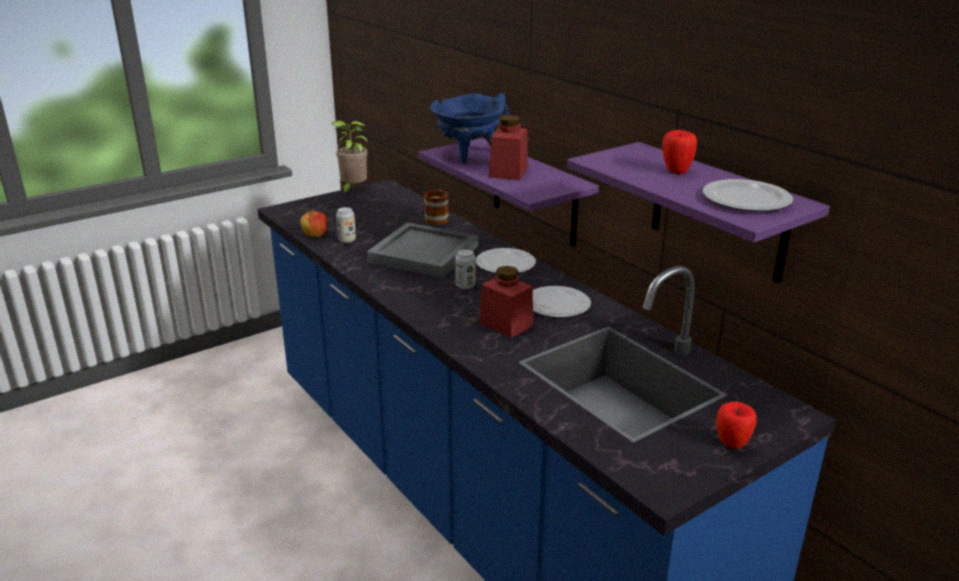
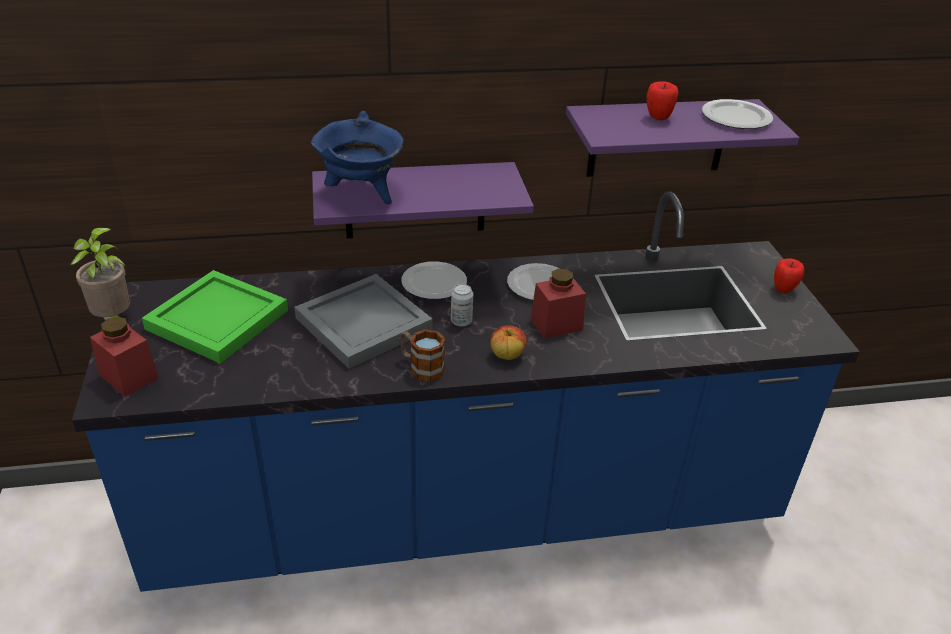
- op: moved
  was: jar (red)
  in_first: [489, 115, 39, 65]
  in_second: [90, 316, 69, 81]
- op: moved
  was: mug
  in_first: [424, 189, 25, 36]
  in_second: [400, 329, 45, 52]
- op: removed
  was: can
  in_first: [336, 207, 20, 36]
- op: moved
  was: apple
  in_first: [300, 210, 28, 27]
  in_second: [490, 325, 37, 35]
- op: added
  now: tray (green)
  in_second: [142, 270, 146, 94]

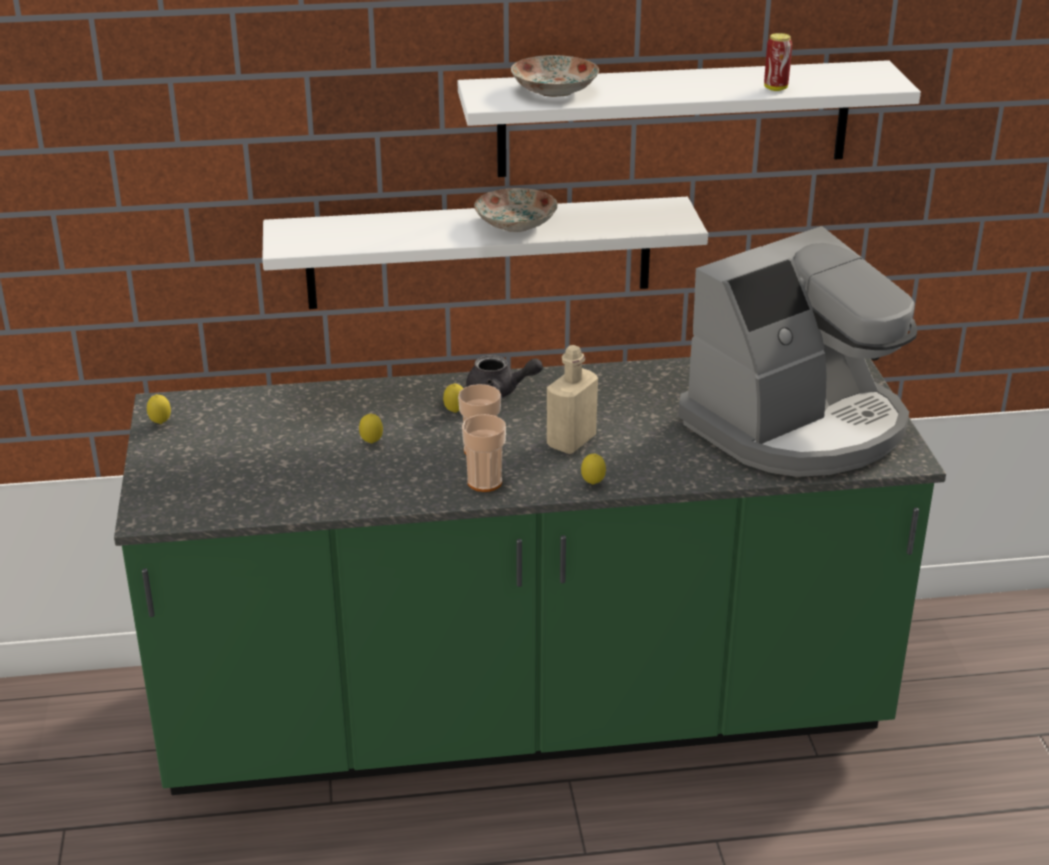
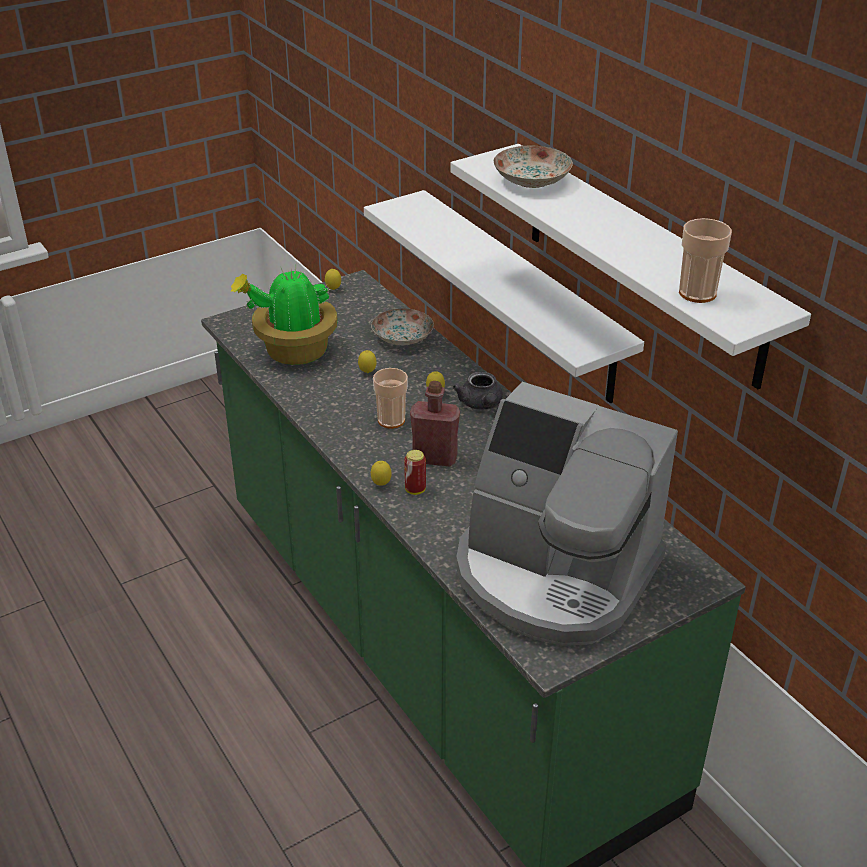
- op: moved
  was: can
  in_first: [764, 33, 28, 58]
  in_second: [404, 450, 22, 45]
- op: moved
  was: plate
  in_first: [474, 188, 84, 44]
  in_second: [371, 309, 63, 36]
- op: recoloured
  was: bottle (beige)
  now: bottle (red)
  in_first: [547, 345, 51, 109]
  in_second: [410, 381, 50, 85]
- op: moved
  was: cup
  in_first: [462, 414, 44, 78]
  in_second: [679, 218, 53, 85]
- op: added
  now: potted plant
  in_second: [231, 266, 107, 99]

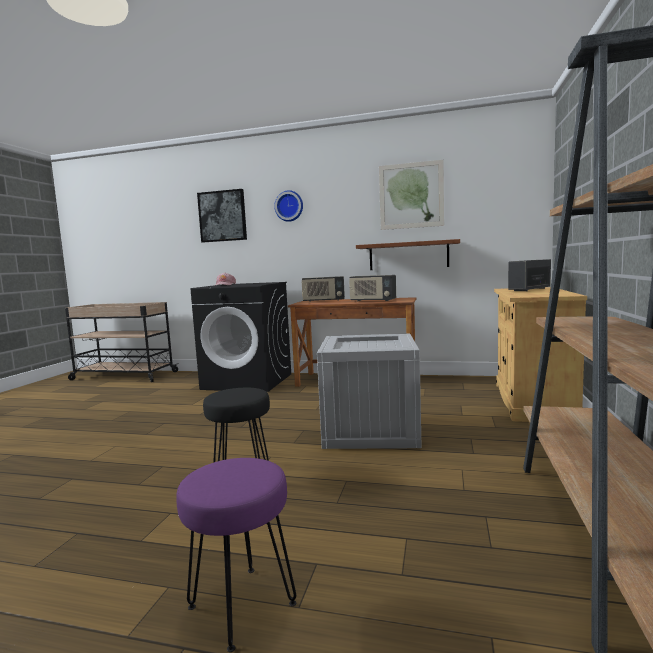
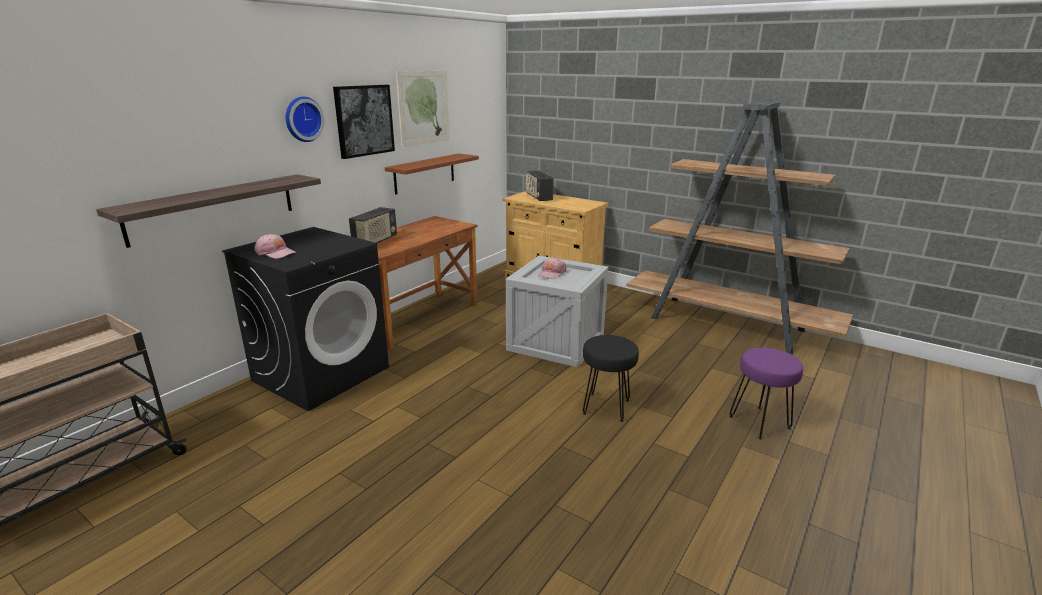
- op: moved
  was: picture
  in_first: [197, 189, 50, 53]
  in_second: [333, 85, 62, 74]
- op: removed
  was: radio
  in_first: [349, 275, 47, 27]
- op: added
  now: shelf
  in_second: [96, 174, 225, 74]
- op: added
  now: cap (pink)
  in_second: [538, 257, 29, 22]

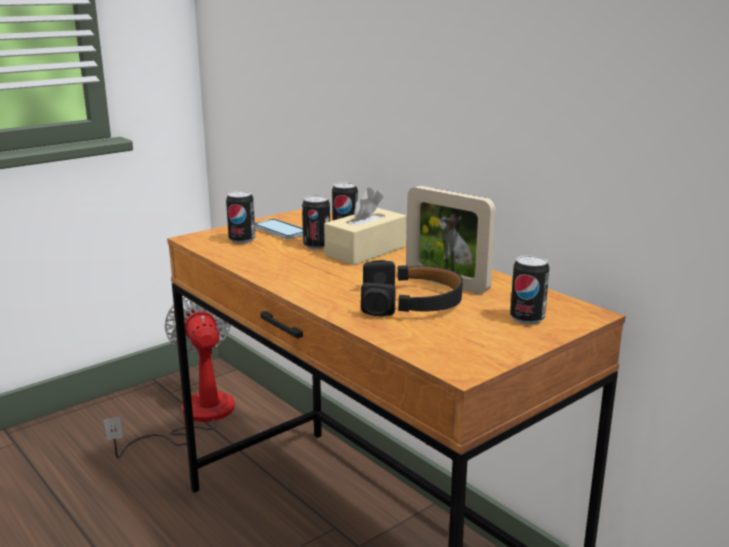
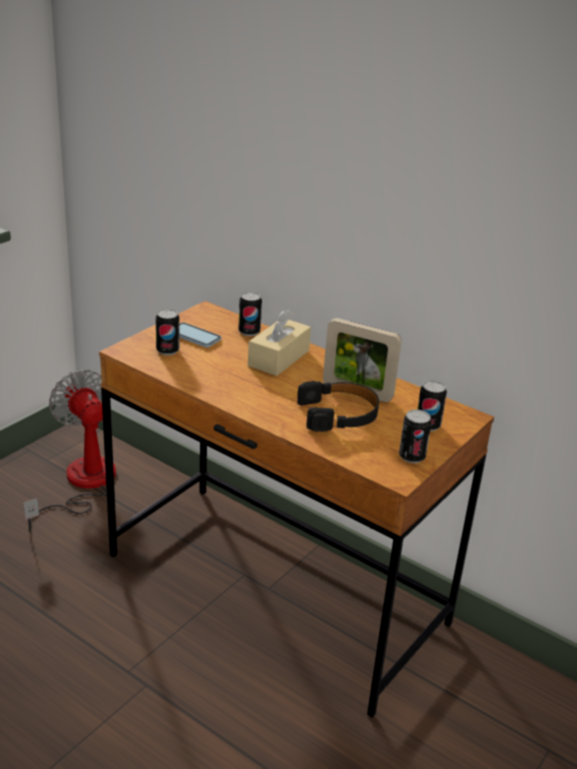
- op: moved
  was: can
  in_first: [302, 195, 28, 55]
  in_second: [399, 409, 33, 54]

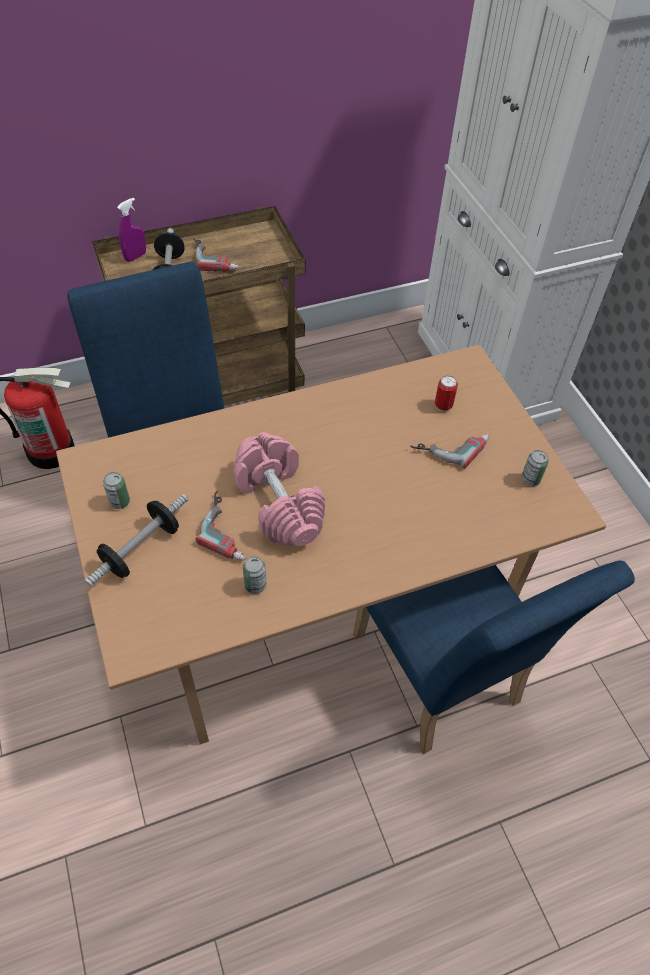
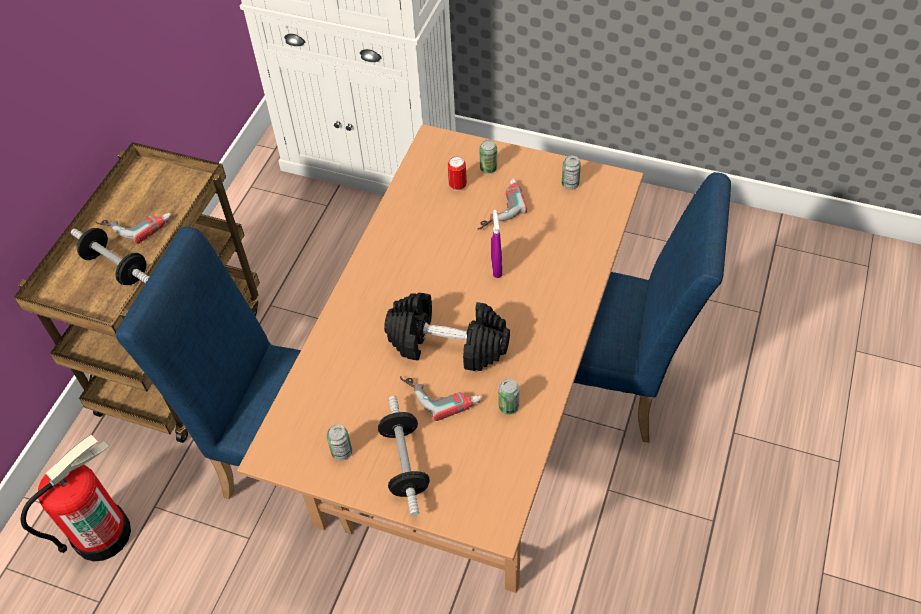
- op: moved
  was: spray bottle (purple)
  in_first: [117, 198, 29, 64]
  in_second: [491, 210, 11, 68]
- op: recoloured
  was: dumbbell (pink)
  now: dumbbell (black)
  in_first: [233, 432, 92, 115]
  in_second: [384, 292, 126, 79]
- op: added
  now: can
  in_second: [479, 140, 18, 34]

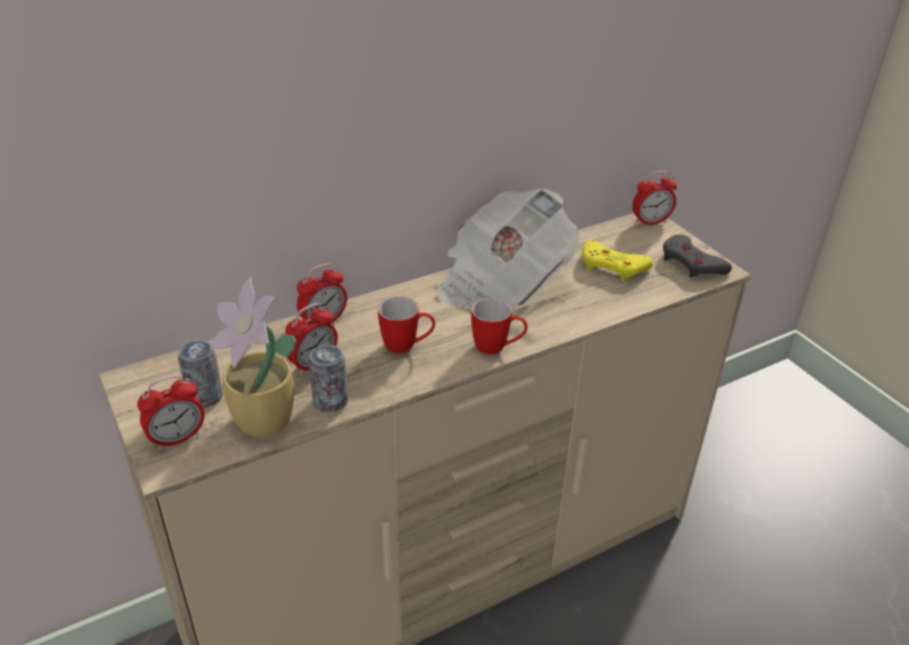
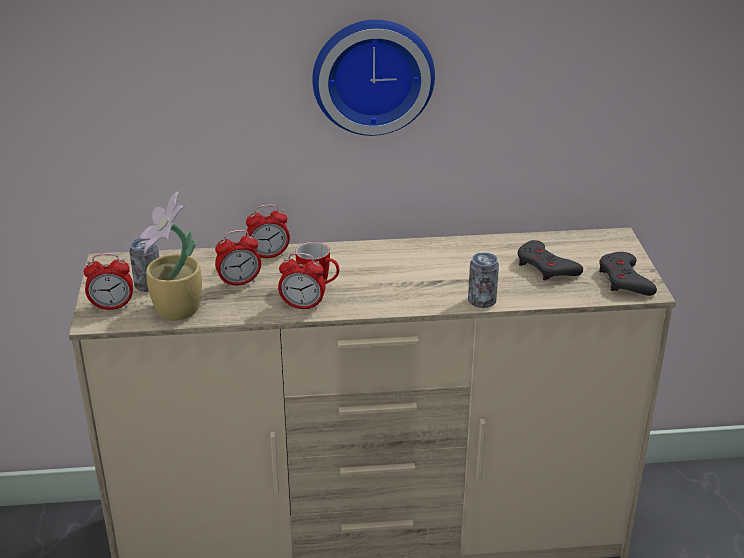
- op: moved
  was: alarm clock
  in_first: [632, 171, 45, 55]
  in_second: [278, 253, 48, 57]
- op: removed
  was: newspaper
  in_first: [436, 189, 143, 125]
- op: recoloured
  was: game controller (yellow)
  now: game controller (grey)
  in_first: [582, 241, 71, 41]
  in_second: [518, 240, 65, 40]
- op: removed
  was: mug
  in_first: [471, 298, 56, 57]
- op: moved
  was: can
  in_first: [309, 344, 39, 68]
  in_second: [468, 252, 31, 56]
- op: added
  now: wall clock
  in_second: [312, 20, 123, 116]

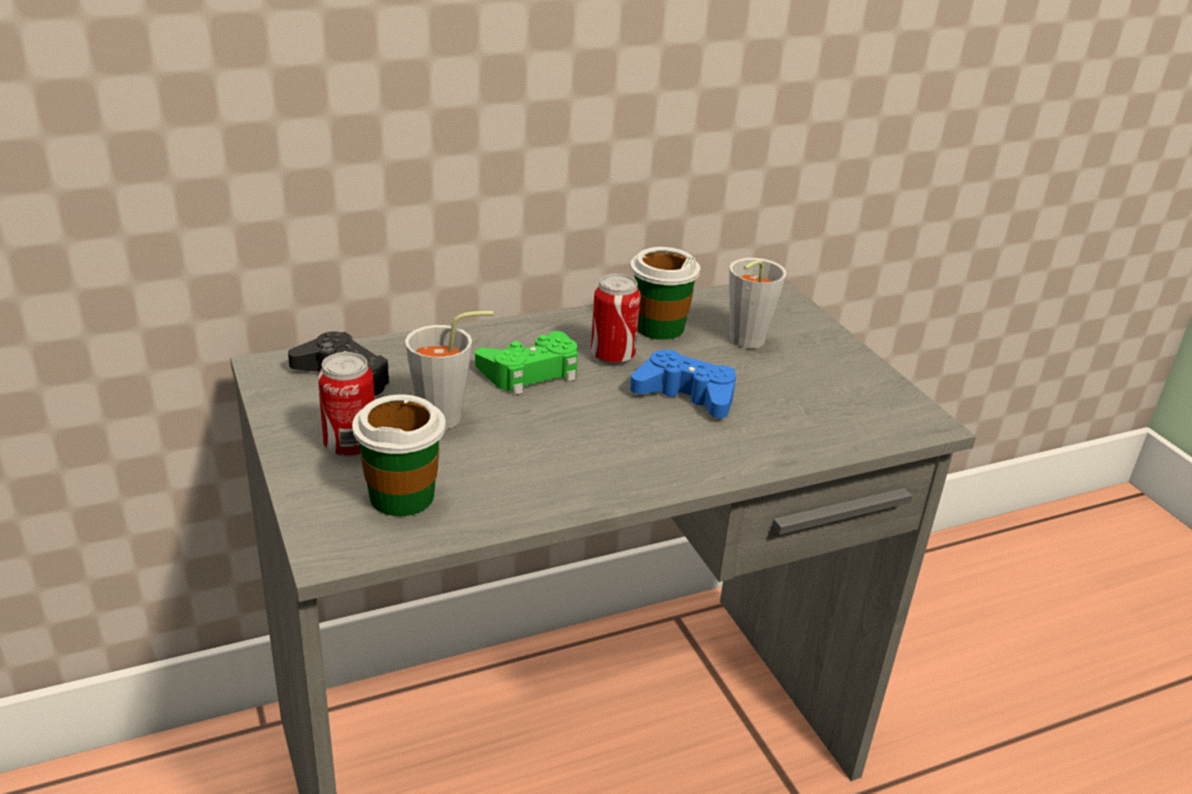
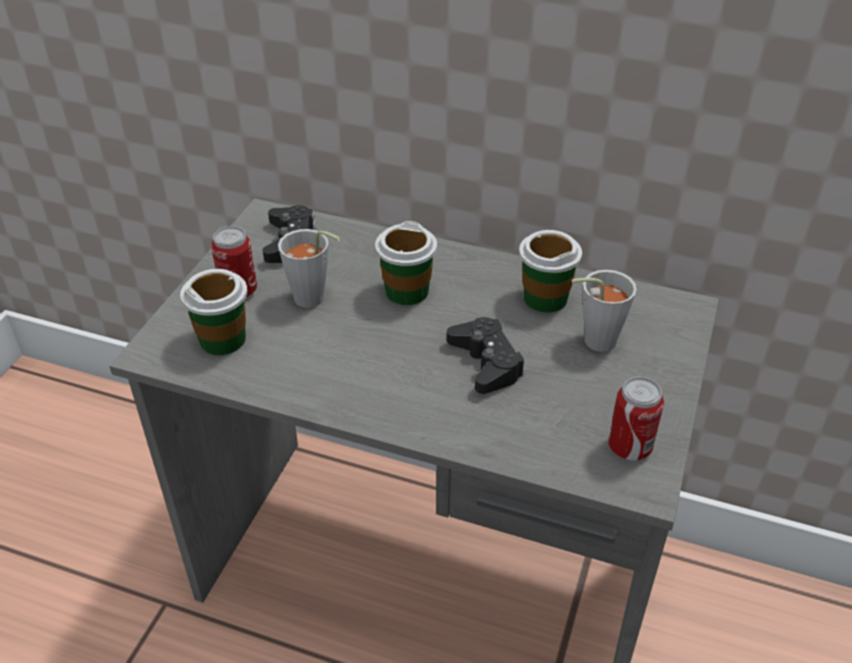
- op: moved
  was: can
  in_first: [591, 273, 50, 92]
  in_second: [608, 377, 56, 83]
- op: replaced
  was: game controller (green)
  now: cup
  in_first: [475, 331, 103, 64]
  in_second: [375, 221, 62, 84]
- op: recoloured
  was: game controller (blue)
  now: game controller (black)
  in_first: [630, 349, 106, 69]
  in_second: [447, 317, 77, 77]

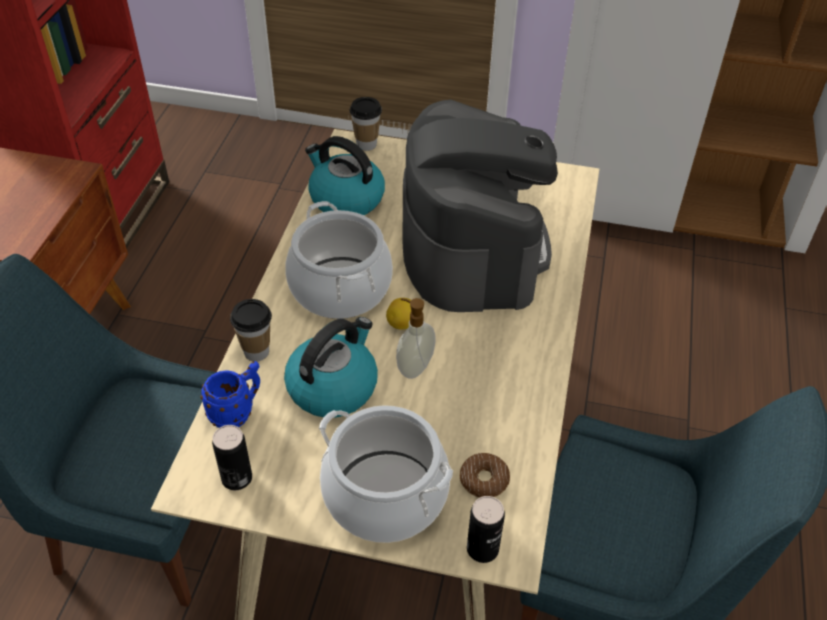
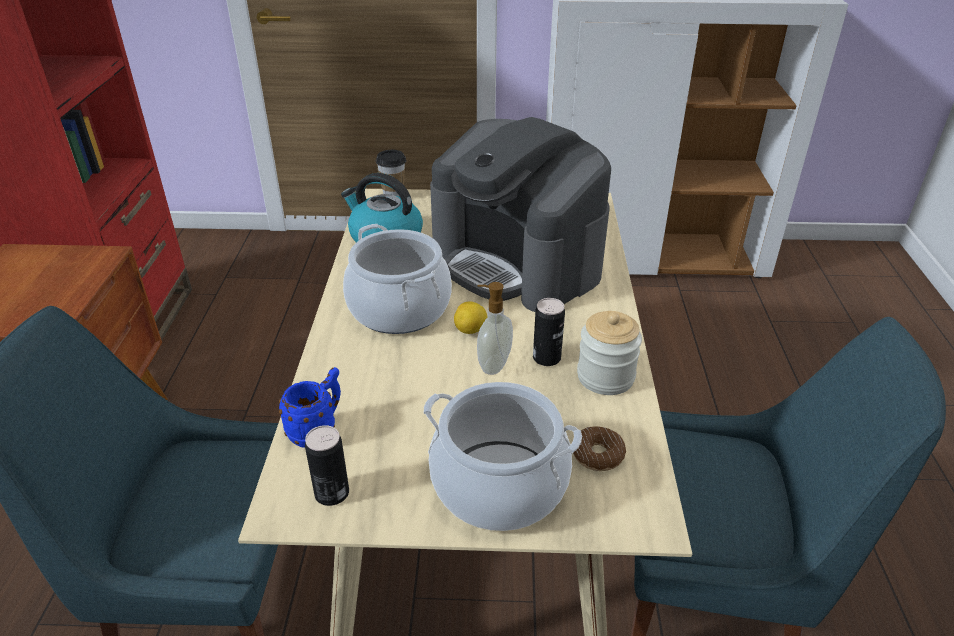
- op: turned
  was: coffee machine
  in_first: [403, 100, 155, 212]
  in_second: [430, 117, 181, 195]
  clockwise: 150
- op: removed
  was: cup
  in_first: [230, 299, 42, 62]
- op: removed
  was: kettle
  in_first: [284, 317, 94, 101]
- op: moved
  was: can
  in_first: [467, 496, 38, 67]
  in_second: [533, 298, 32, 68]
- op: added
  now: jar
  in_second: [577, 311, 65, 84]

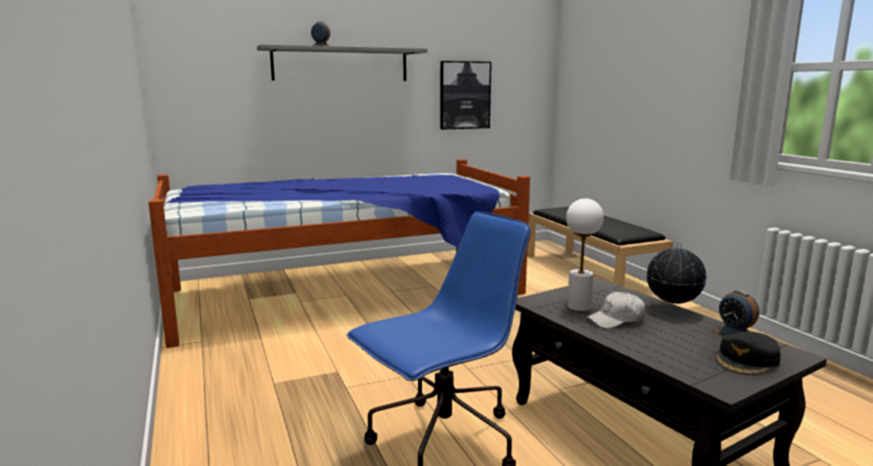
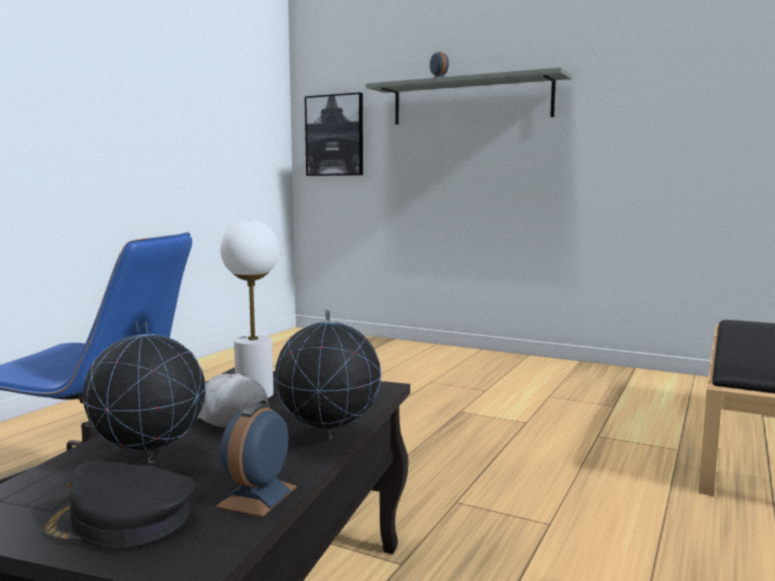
- op: moved
  was: picture
  in_first: [440, 61, 51, 69]
  in_second: [305, 92, 58, 84]
- op: removed
  was: bed
  in_first: [149, 159, 381, 189]
- op: added
  now: globe
  in_second: [82, 321, 124, 142]

